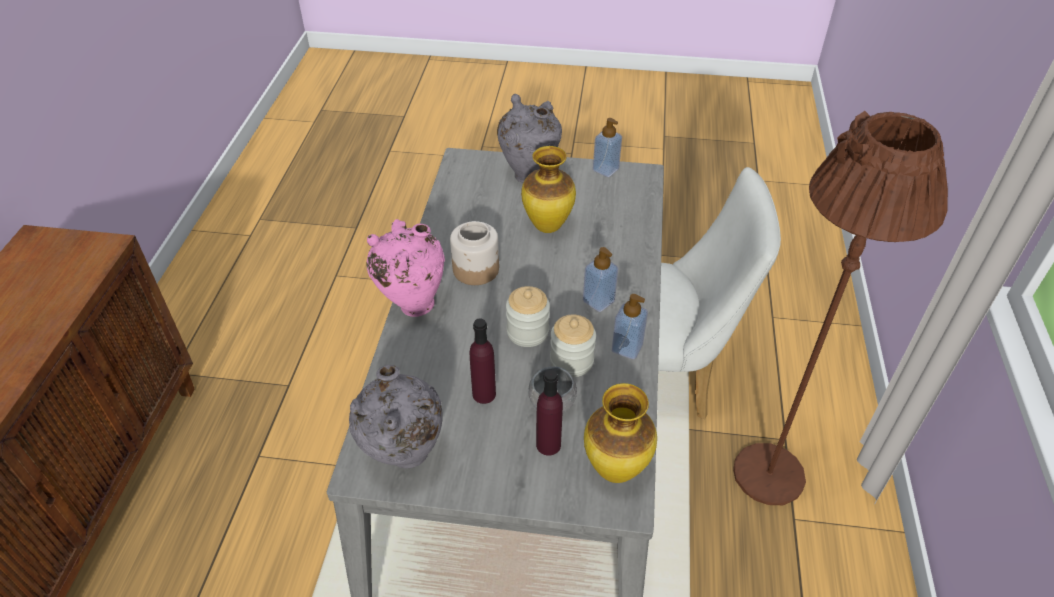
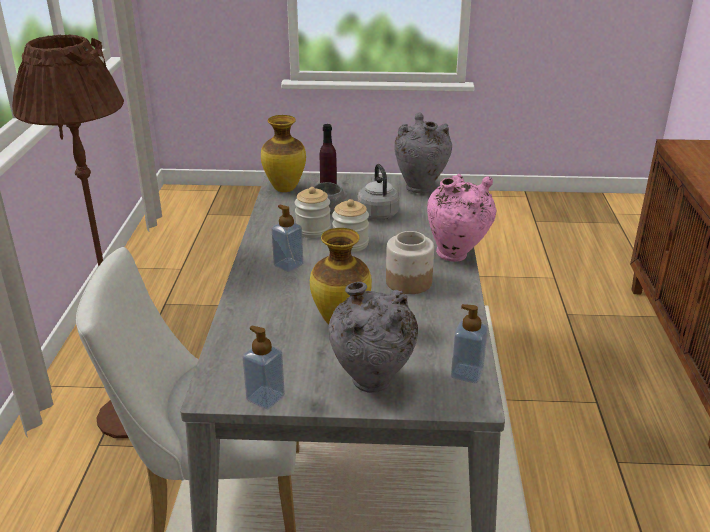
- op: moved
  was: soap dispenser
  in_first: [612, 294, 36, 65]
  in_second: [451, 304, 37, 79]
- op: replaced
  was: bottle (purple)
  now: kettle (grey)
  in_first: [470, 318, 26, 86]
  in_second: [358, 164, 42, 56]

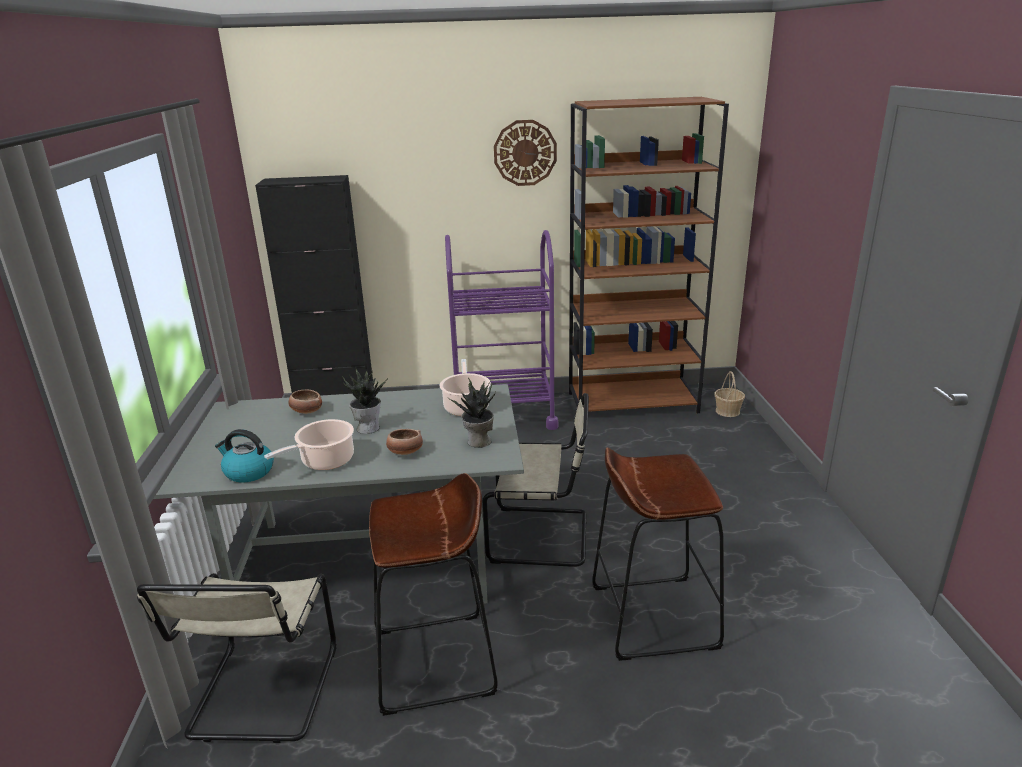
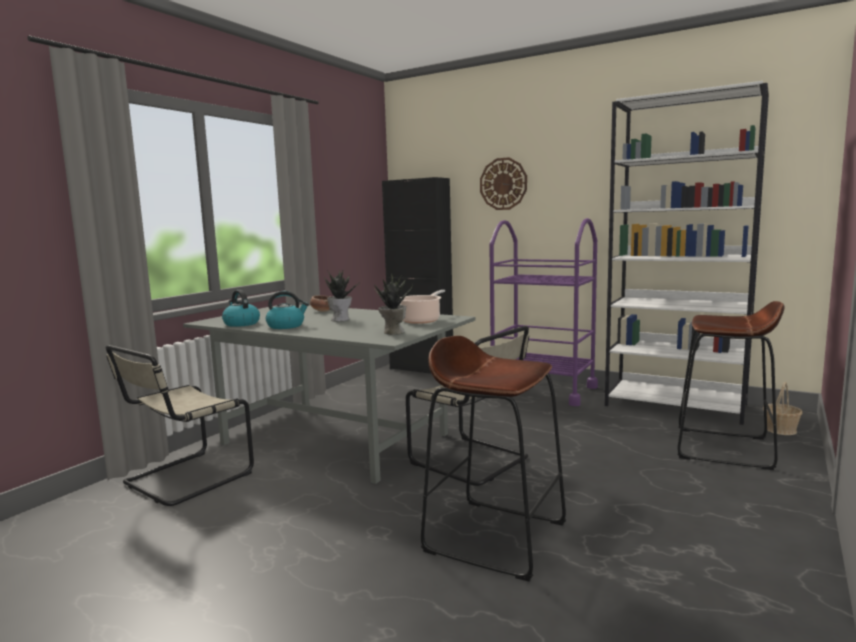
- op: recoloured
  was: bookcase (brown)
  now: bookcase (white)
  in_first: [569, 97, 160, 316]
  in_second: [605, 81, 164, 344]
- op: moved
  was: wall clock
  in_first: [494, 120, 63, 66]
  in_second: [480, 157, 47, 53]
- op: replaced
  was: cooking pot
  now: kettle
  in_first: [264, 419, 90, 51]
  in_second: [266, 291, 43, 38]
- op: removed
  was: bowl
  in_first: [386, 429, 37, 26]
- op: moved
  was: stool (brown)
  in_first: [369, 473, 129, 243]
  in_second: [677, 301, 108, 169]

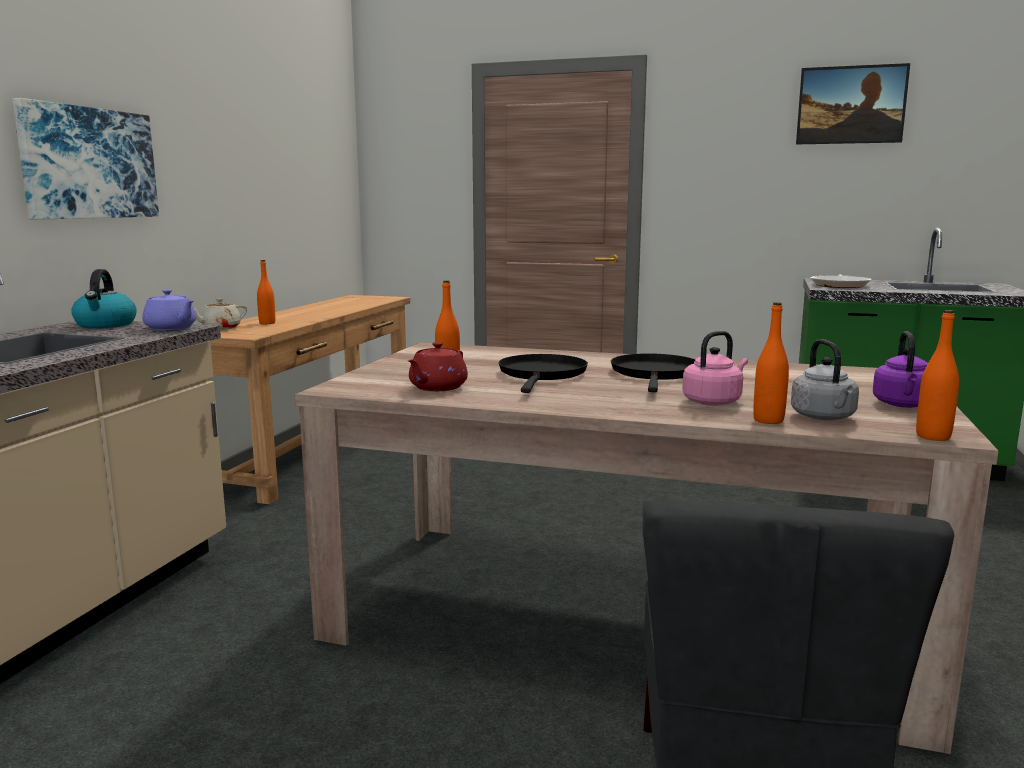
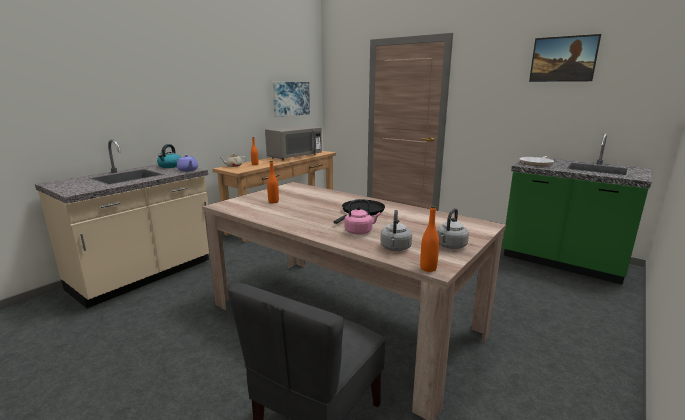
- op: moved
  was: picture
  in_first: [13, 98, 146, 122]
  in_second: [273, 82, 37, 35]
- op: removed
  was: bottle (orange)
  in_first: [753, 302, 36, 122]
- op: recoloured
  was: kettle (purple)
  now: kettle (grey)
  in_first: [873, 331, 55, 77]
  in_second: [437, 208, 32, 41]
- op: removed
  was: teapot (red)
  in_first: [408, 342, 60, 49]
- op: removed
  was: frying pan (black)
  in_first: [498, 354, 90, 39]
- op: added
  now: microwave (grey)
  in_second: [265, 126, 57, 34]

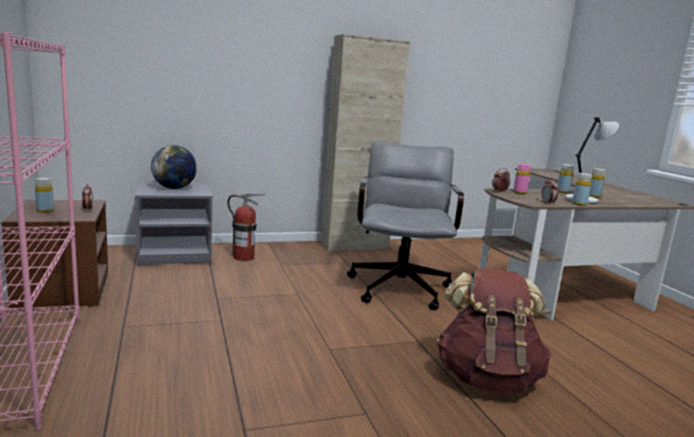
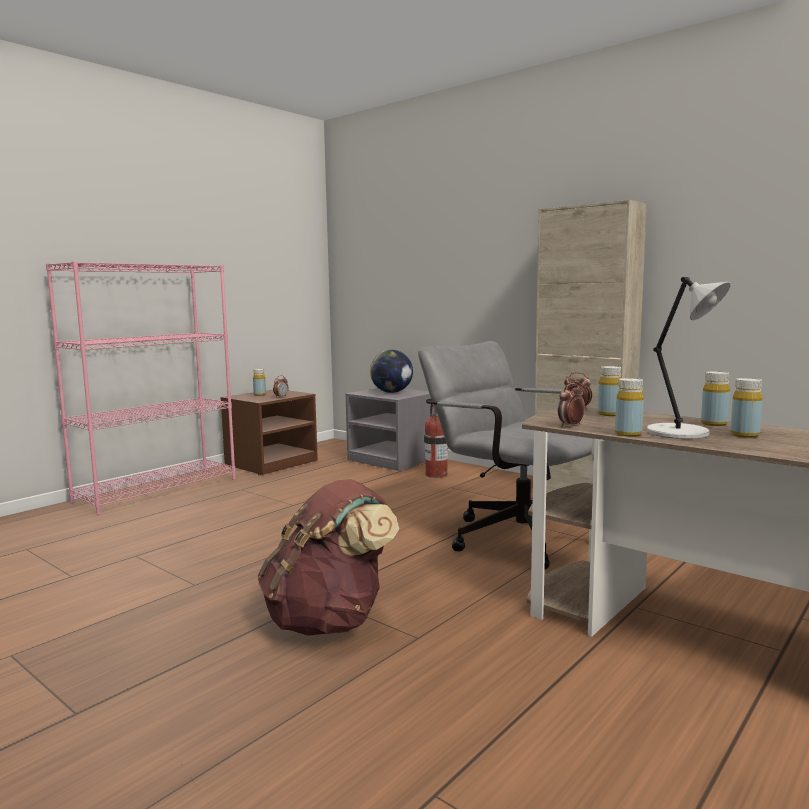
- op: turned
  was: office chair (grey)
  in_first: [347, 141, 117, 169]
  in_second: [418, 341, 174, 229]
  clockwise: -105
- op: recoloured
  was: bottle (pink)
  now: bottle (yellow)
  in_first: [513, 164, 18, 30]
  in_second: [598, 366, 23, 50]

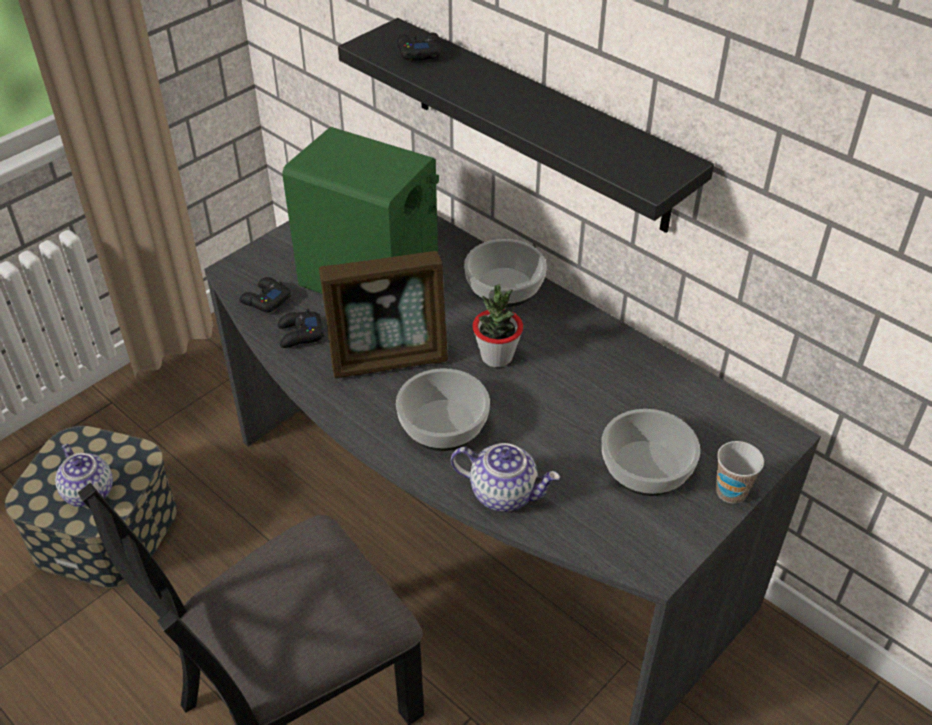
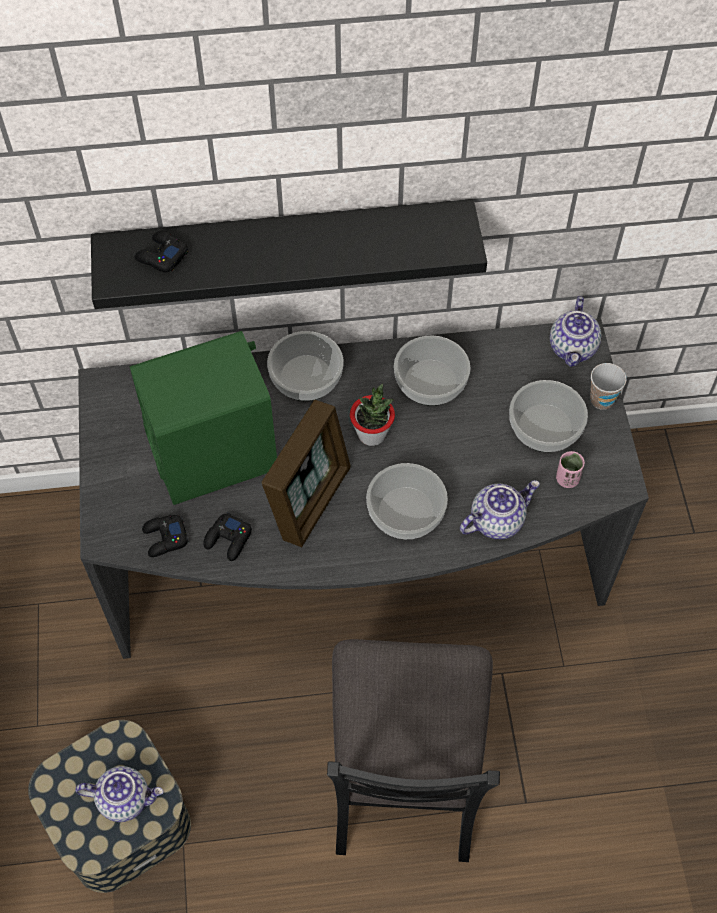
- op: added
  now: teapot
  in_second: [550, 296, 52, 71]
- op: added
  now: bowl
  in_second: [394, 336, 77, 70]
- op: added
  now: cup (pink)
  in_second: [556, 451, 29, 37]

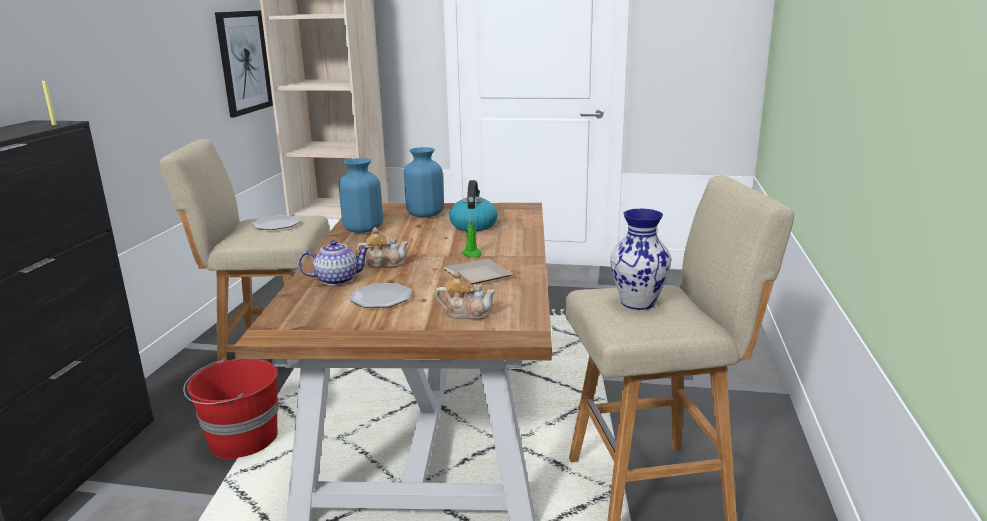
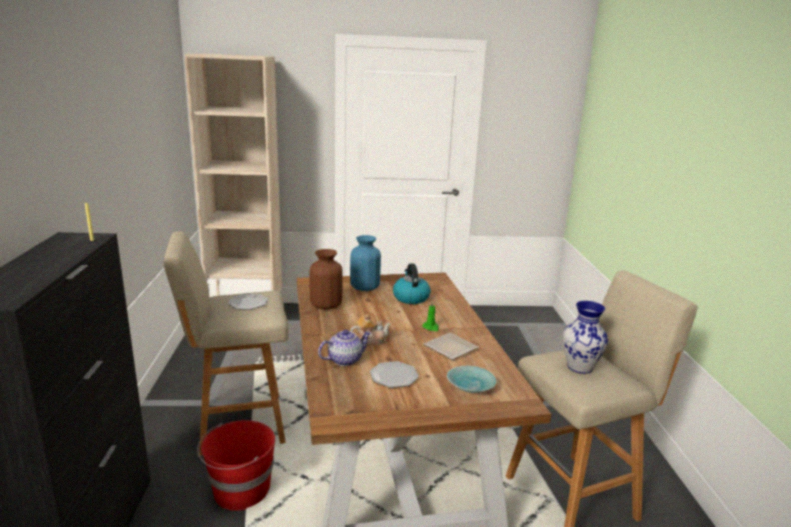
- op: removed
  was: picture
  in_first: [215, 11, 58, 106]
- op: recoloured
  was: vase (blue)
  now: vase (brown)
  in_first: [339, 158, 44, 75]
  in_second: [309, 249, 34, 60]
- op: replaced
  was: teapot
  now: bowl (turquoise)
  in_first: [435, 270, 61, 50]
  in_second: [447, 366, 49, 27]

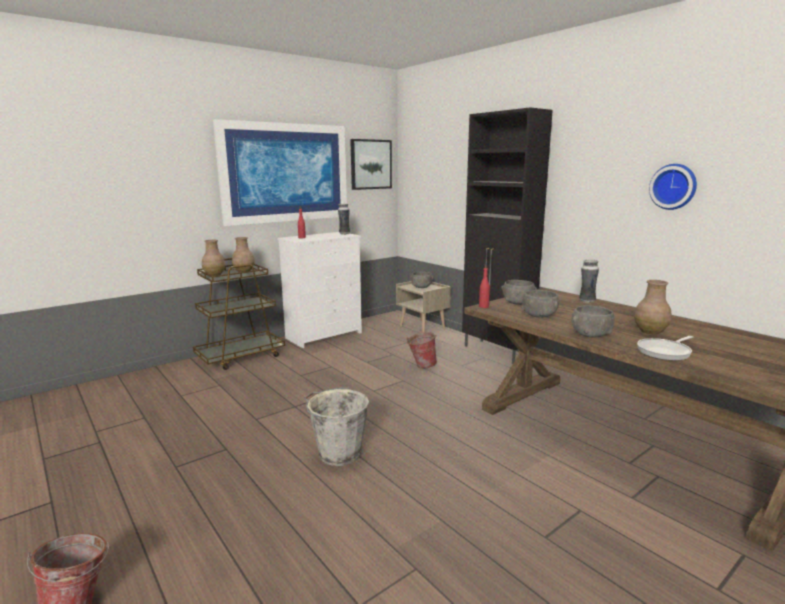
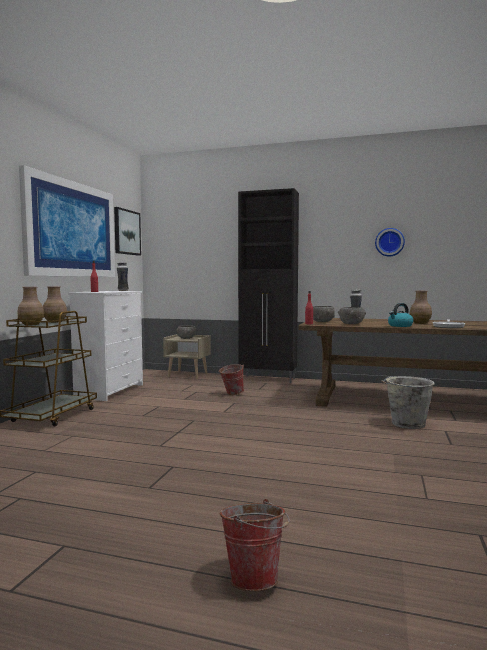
- op: replaced
  was: bowl (grey)
  now: kettle
  in_first: [571, 305, 44, 33]
  in_second: [388, 303, 26, 24]
- op: moved
  was: bucket (grey)
  in_first: [304, 388, 65, 78]
  in_second: [381, 376, 54, 53]

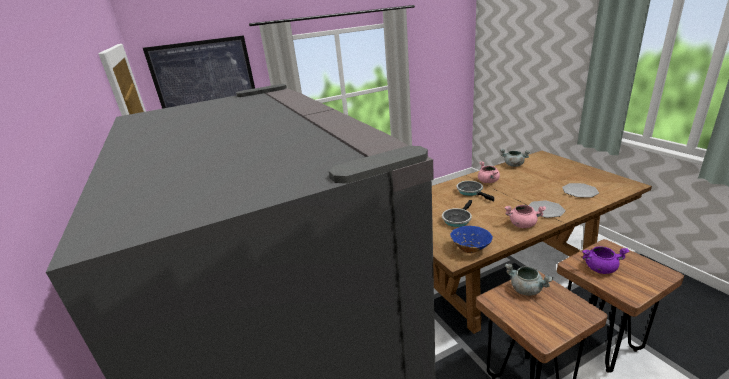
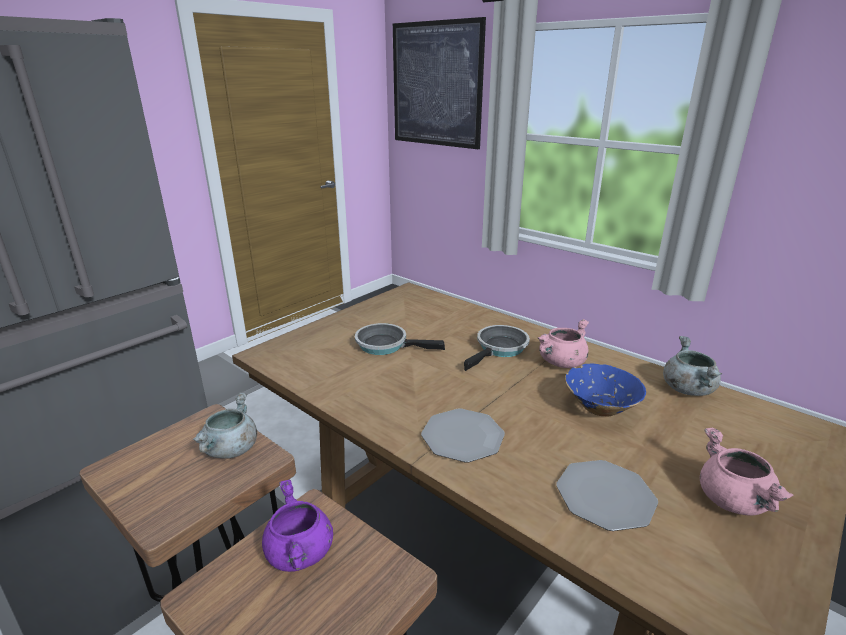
- op: moved
  was: cooking pot (pink)
  in_first: [505, 205, 41, 23]
  in_second: [700, 427, 94, 89]
- op: moved
  was: bowl (blue)
  in_first: [450, 226, 43, 27]
  in_second: [565, 364, 81, 52]

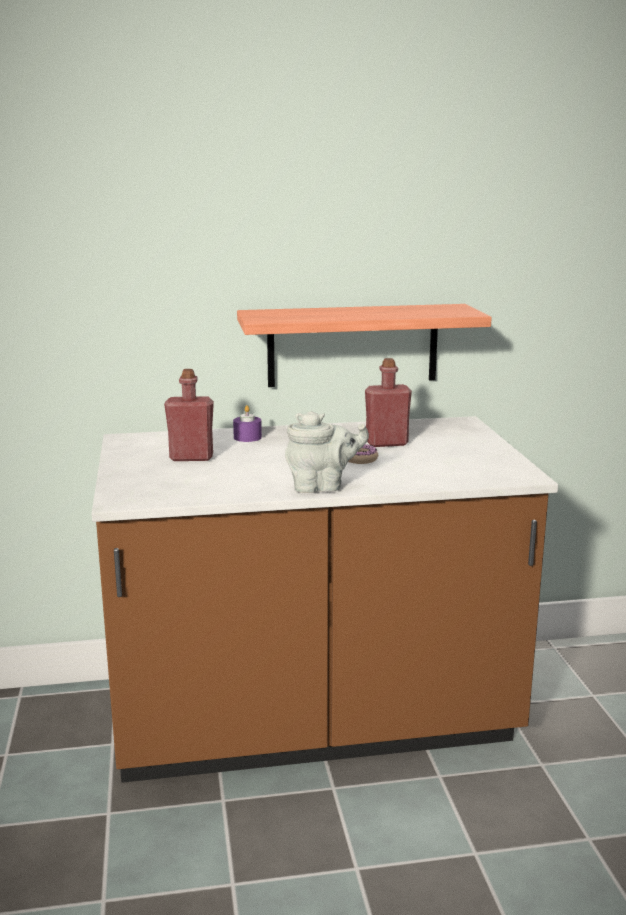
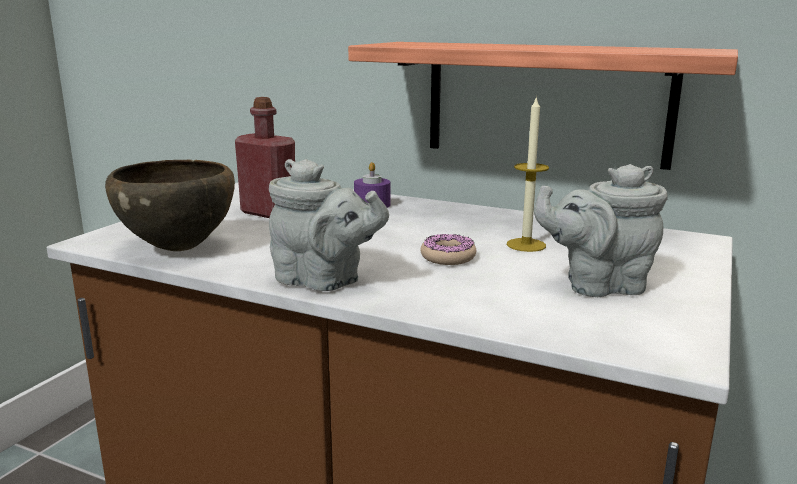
- op: replaced
  was: bottle (red)
  now: candle
  in_first: [365, 358, 47, 89]
  in_second: [507, 96, 42, 156]
- op: added
  now: bowl (brown)
  in_second: [105, 160, 130, 91]
- op: added
  now: teapot (grey)
  in_second: [534, 164, 134, 133]

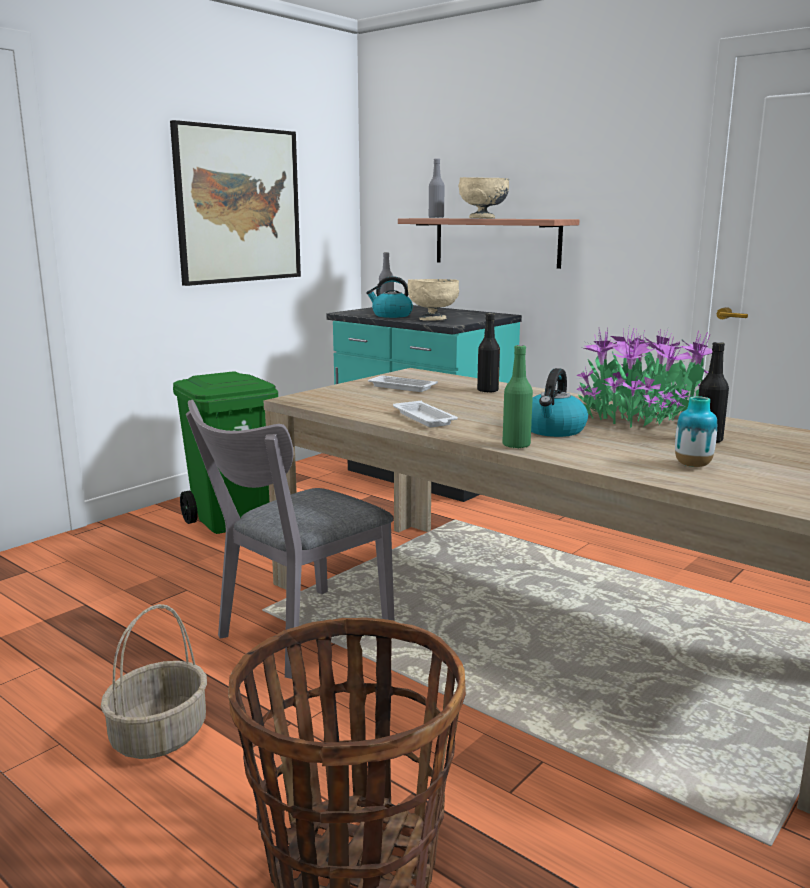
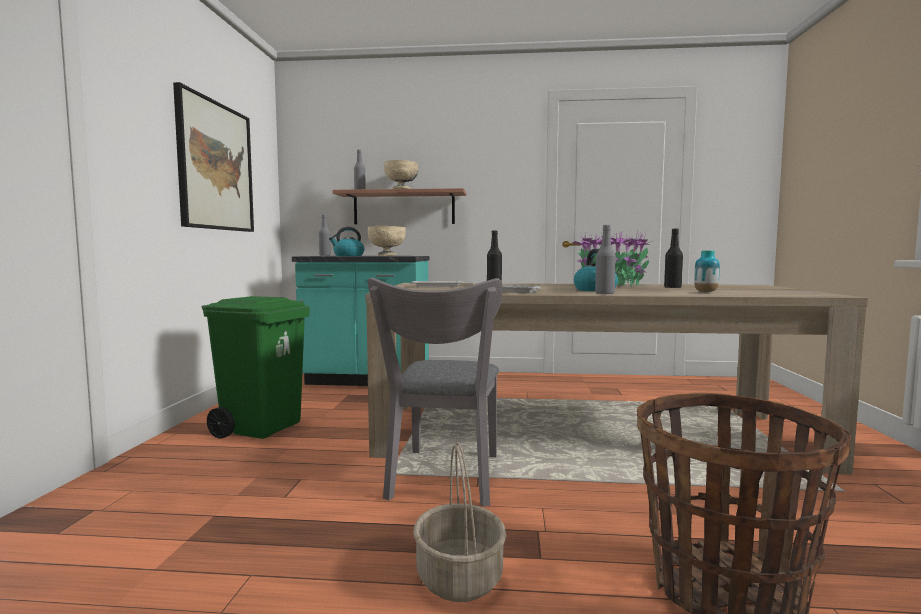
- op: recoloured
  was: bottle (green)
  now: bottle (grey)
  in_first: [502, 345, 31, 104]
  in_second: [595, 225, 21, 69]

